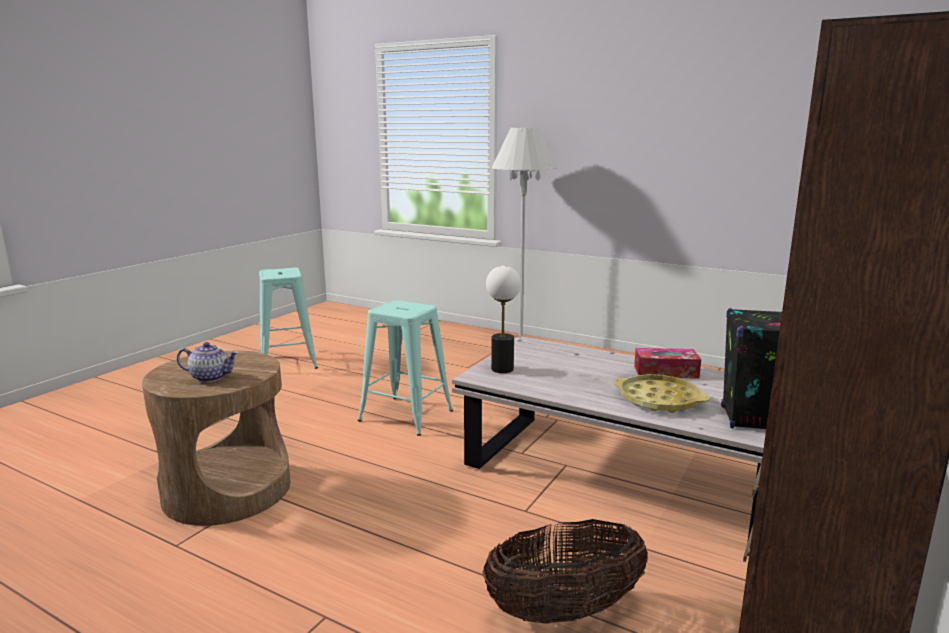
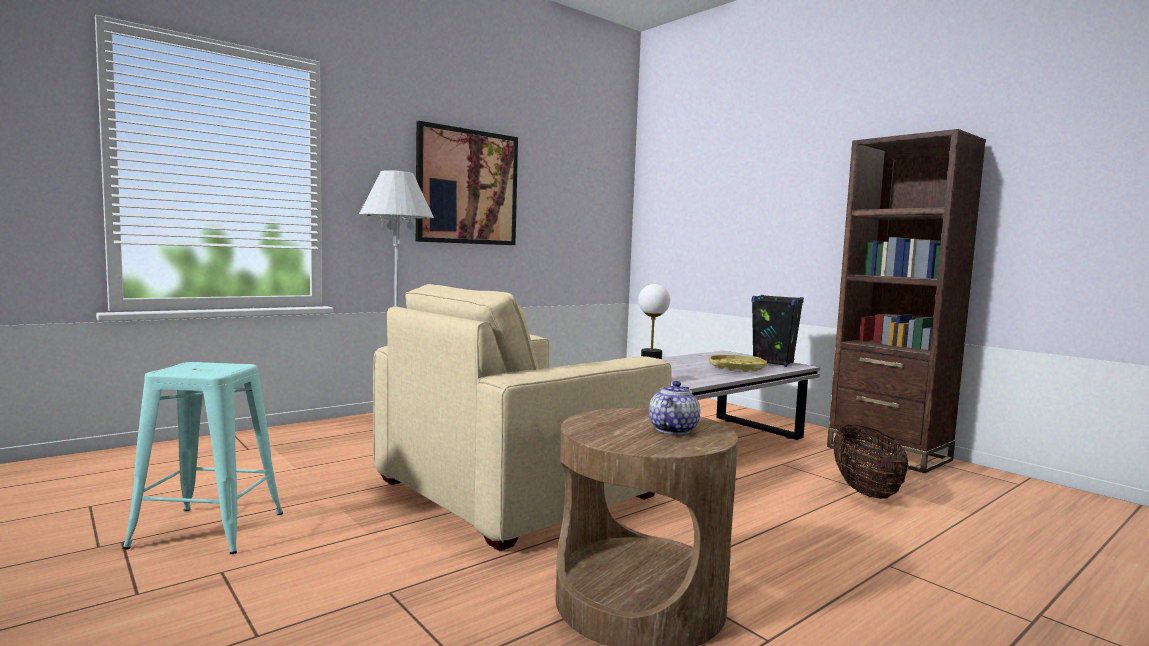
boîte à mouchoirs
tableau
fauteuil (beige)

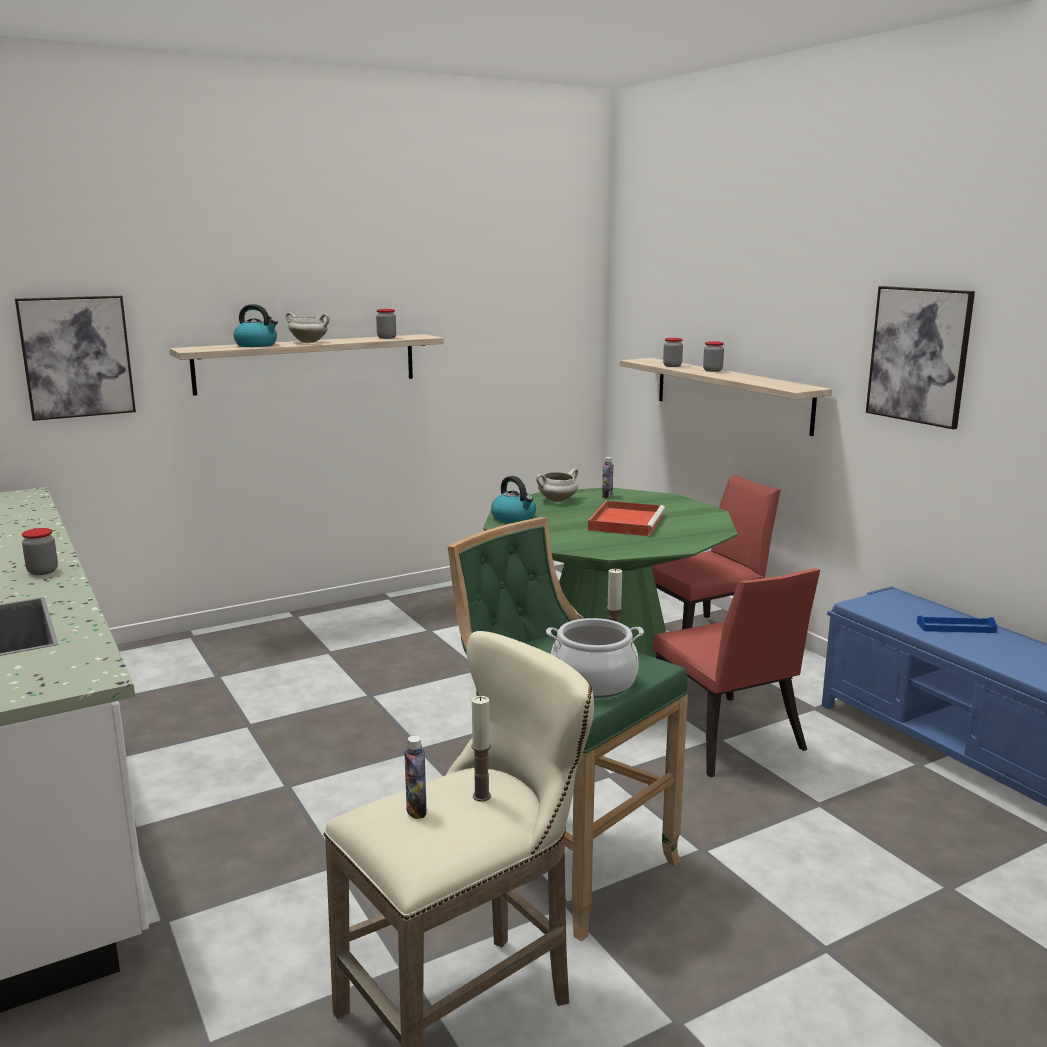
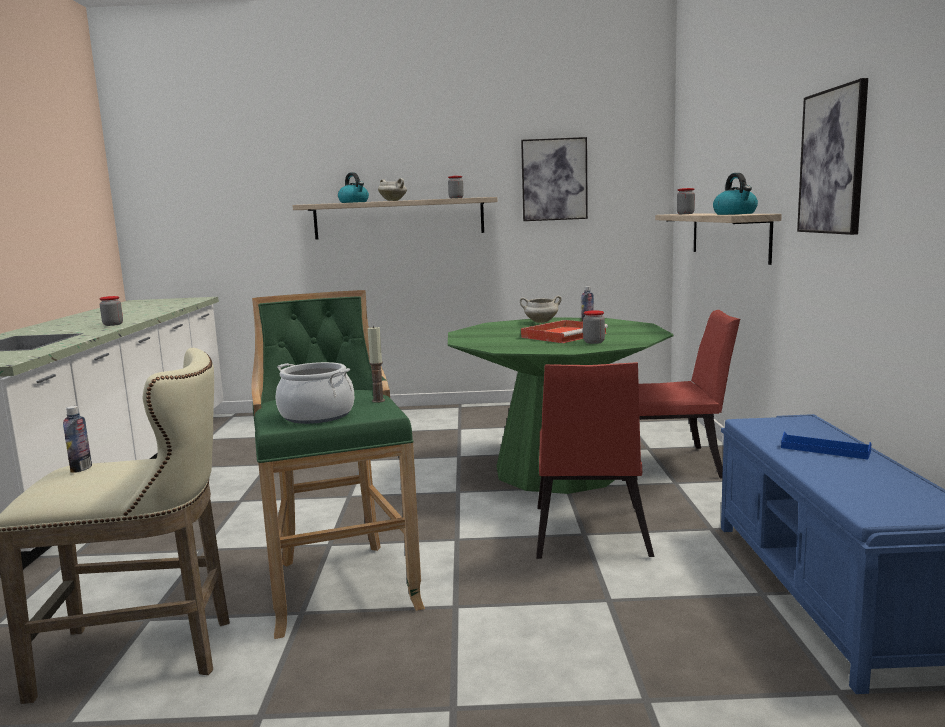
bougie (no. 1 from left in the first image)
tableau (no. 1 from left)
bouilloire (no. 2 from left)
bocal (no. 3 from left)

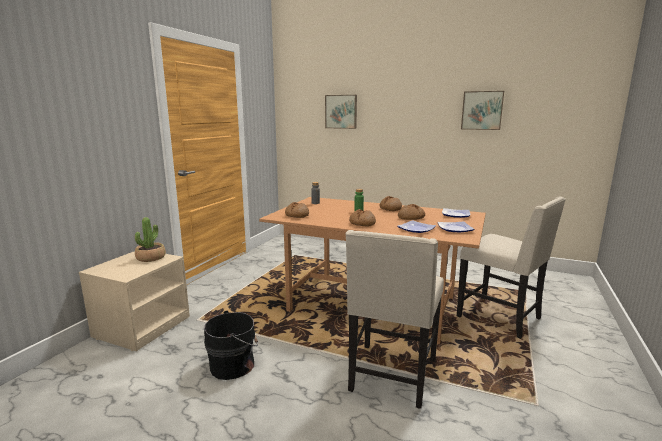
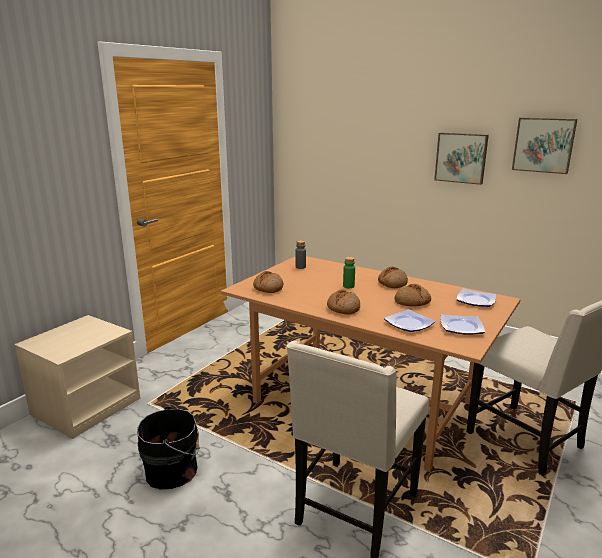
plante en pot
tableau (no. 1 from left)

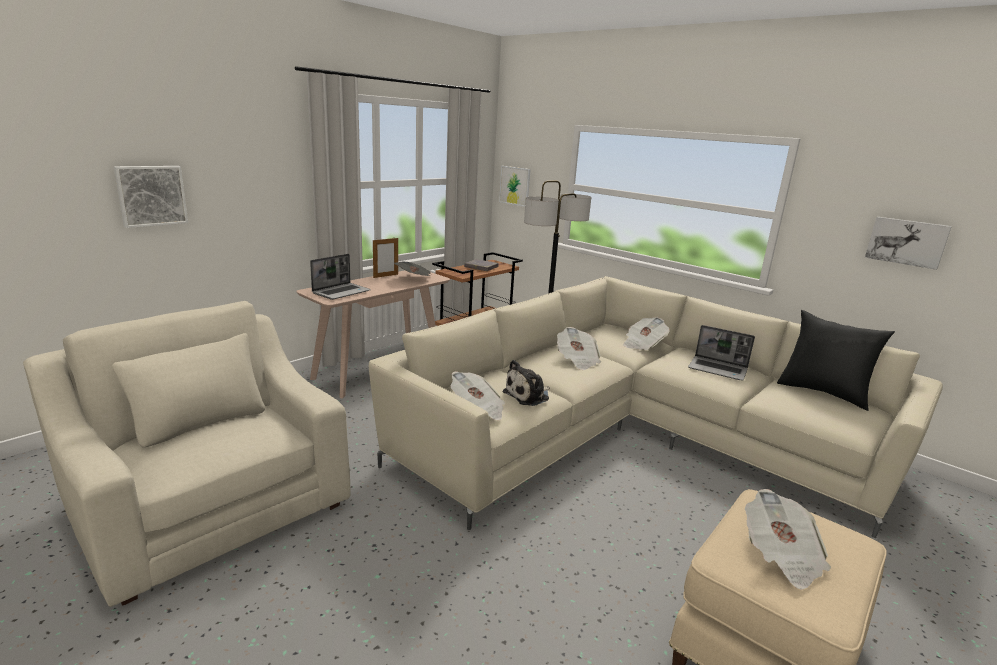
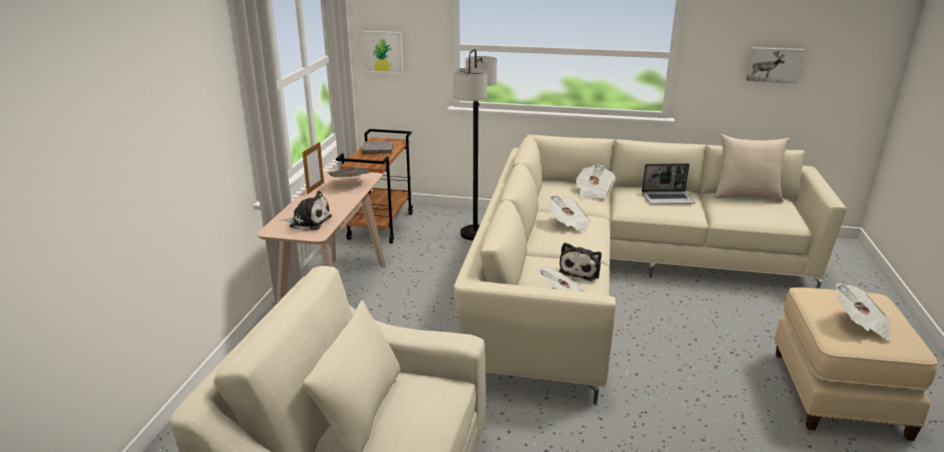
tableau (no. 1 from left in the first image)
peluche (no. 1 from left)
coussin (beige)

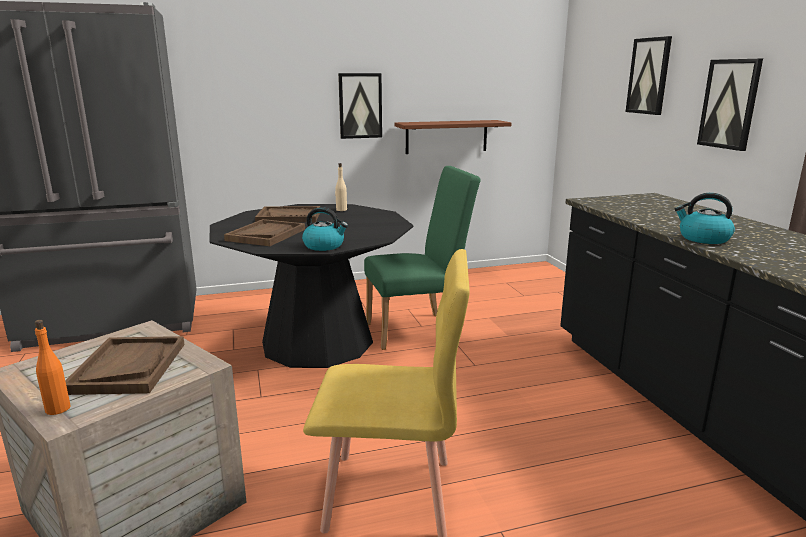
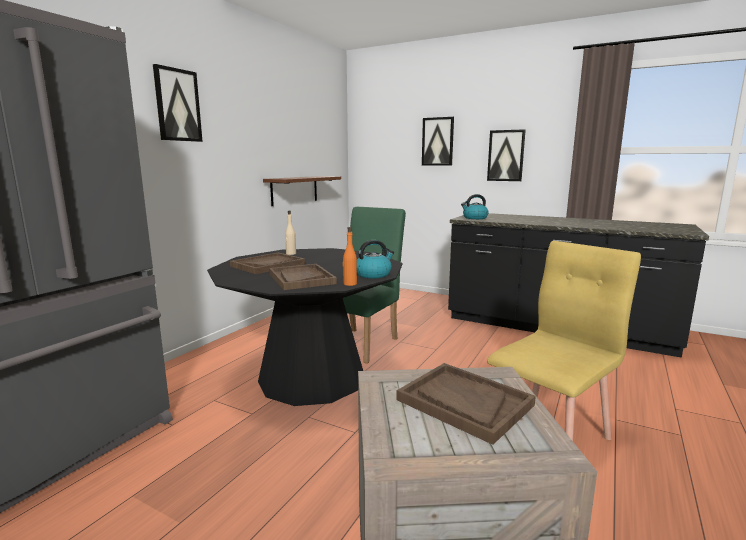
bouteille (orange)
tableau (no. 1 from left)
bouilloire (no. 2 from left)

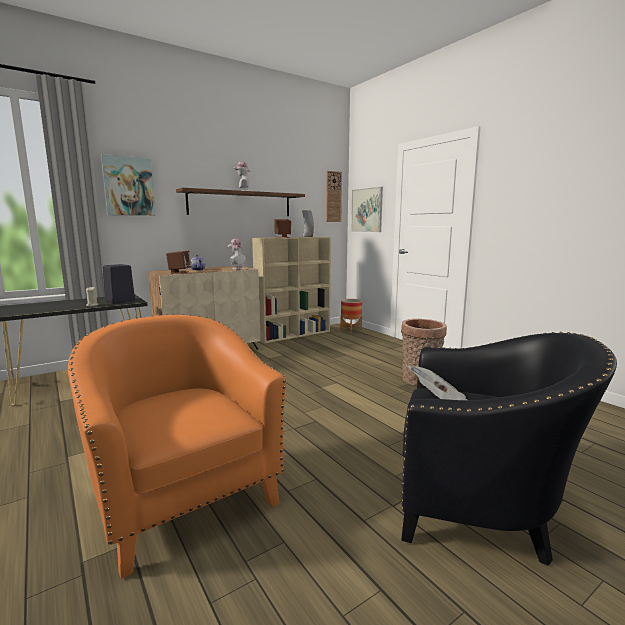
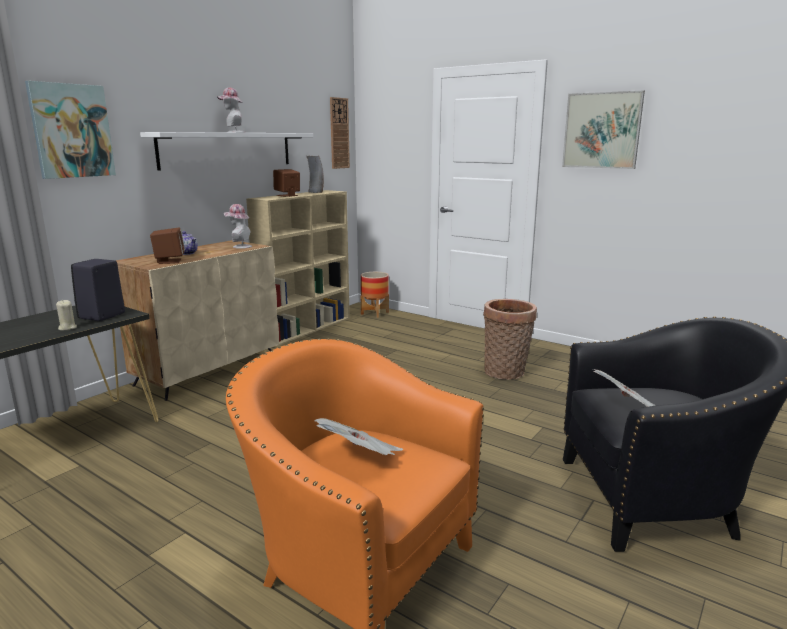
journal (no. 1 from left)
tableau (no. 2 from left)
étagère (blanc)

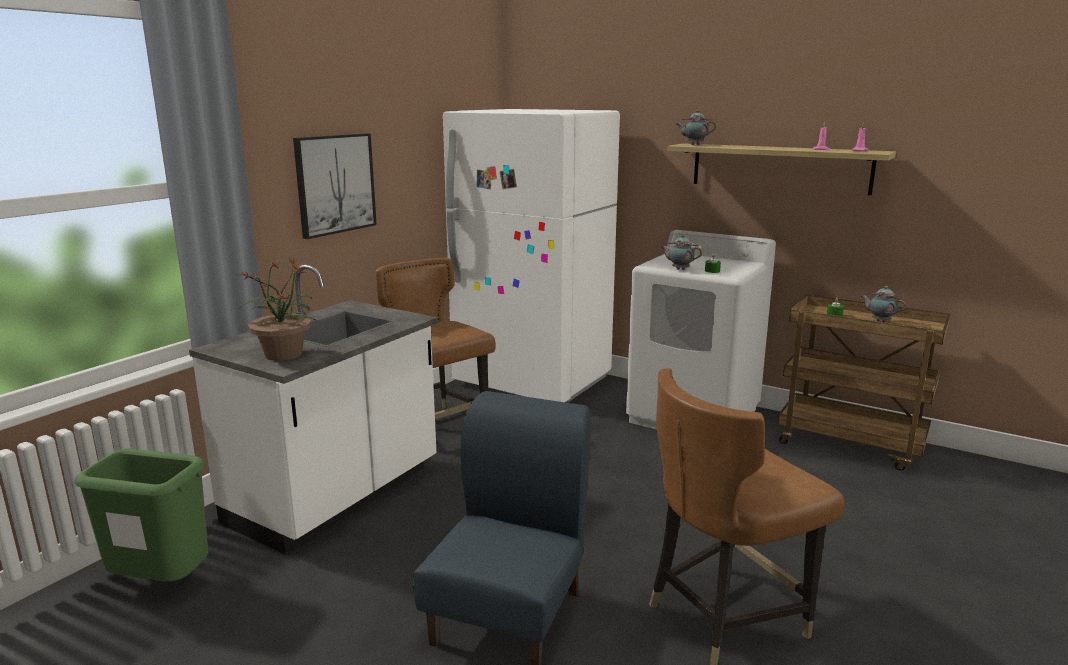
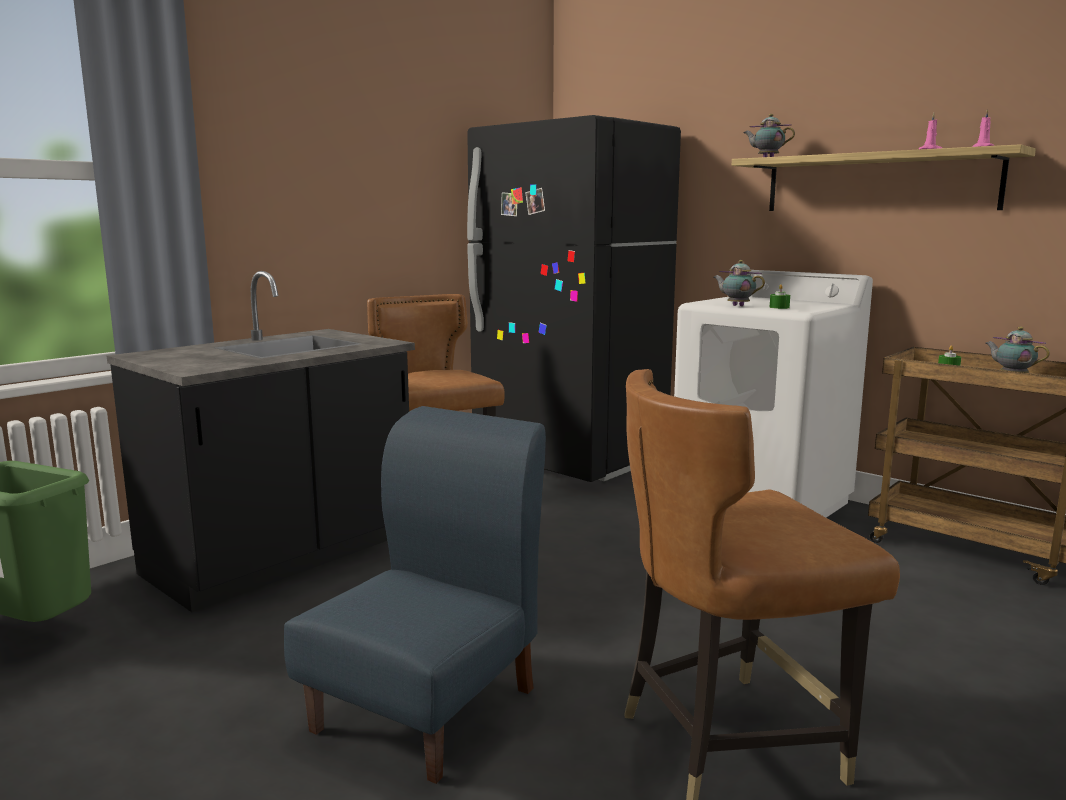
plante en pot
tableau
comptoir de cuisine (noir)
réfrigérateur (noir)

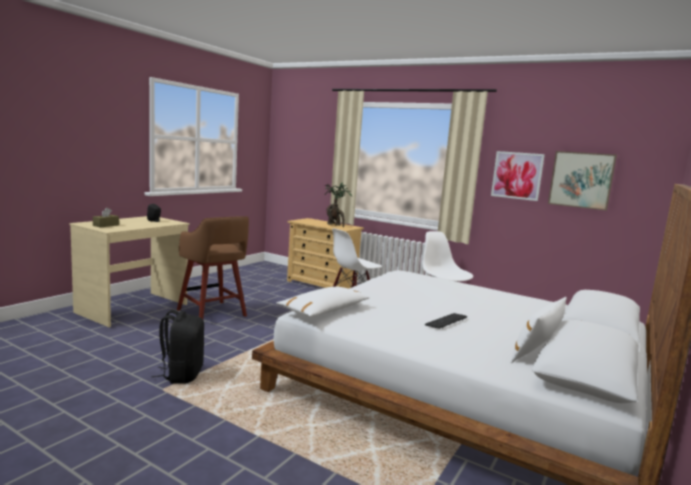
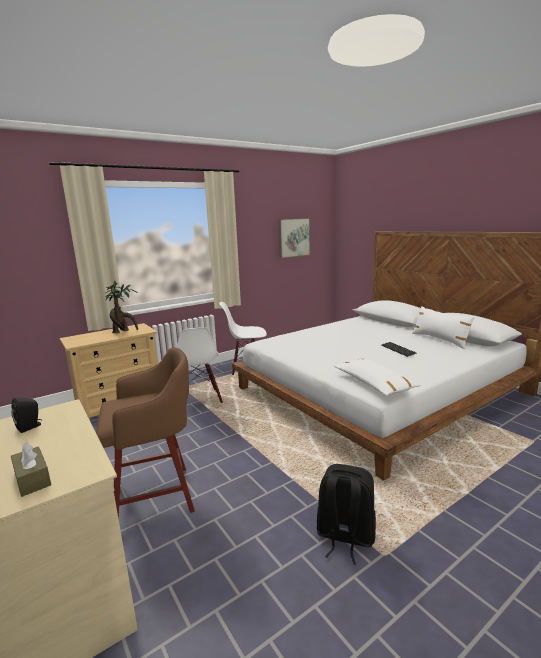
tableau (no. 1 from left in the first image)

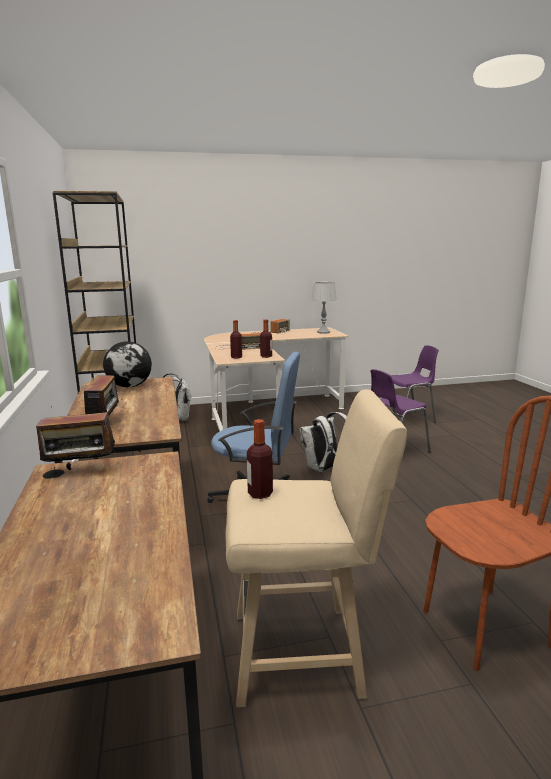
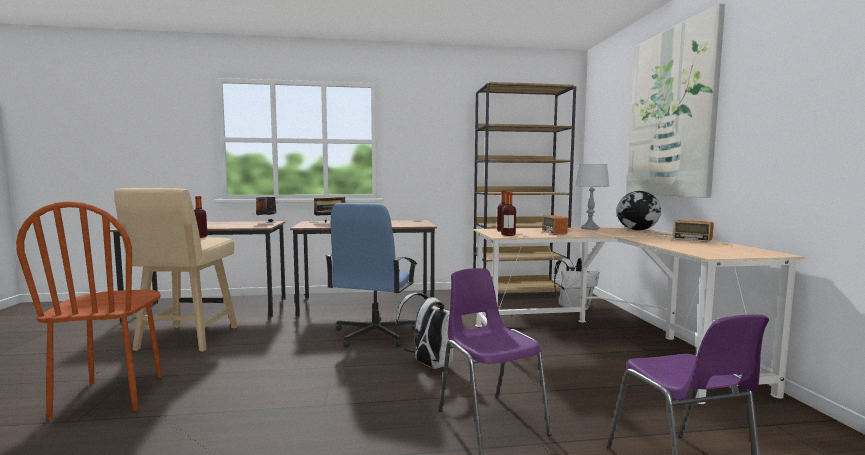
tableau
globe
lampe de table (gris)

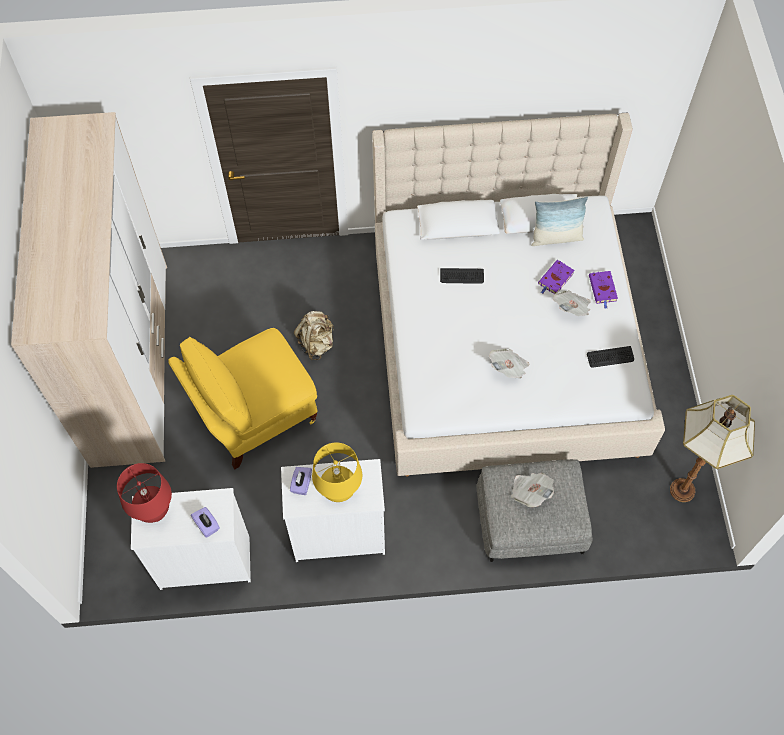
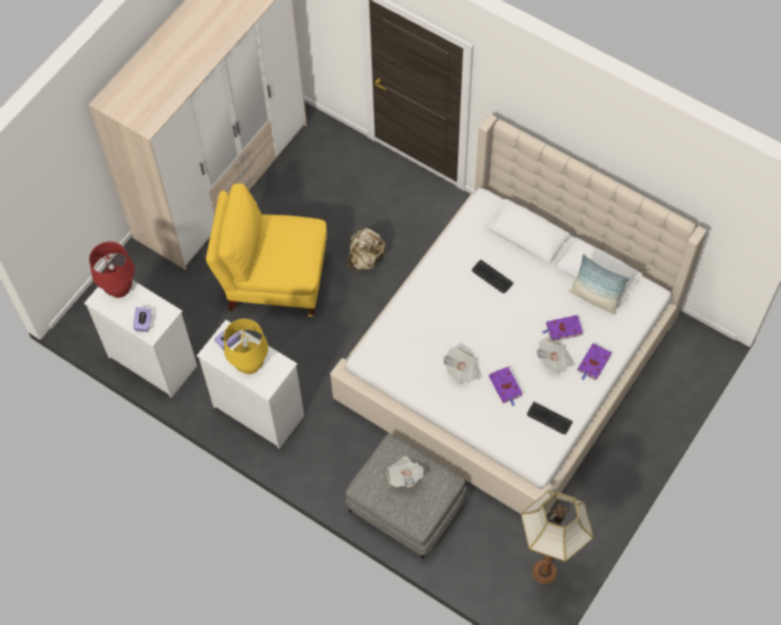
livre (violet) (no. 1 from left)

